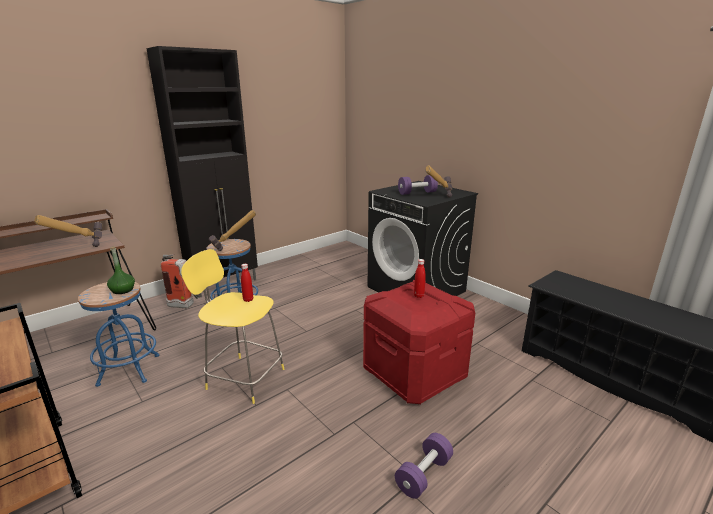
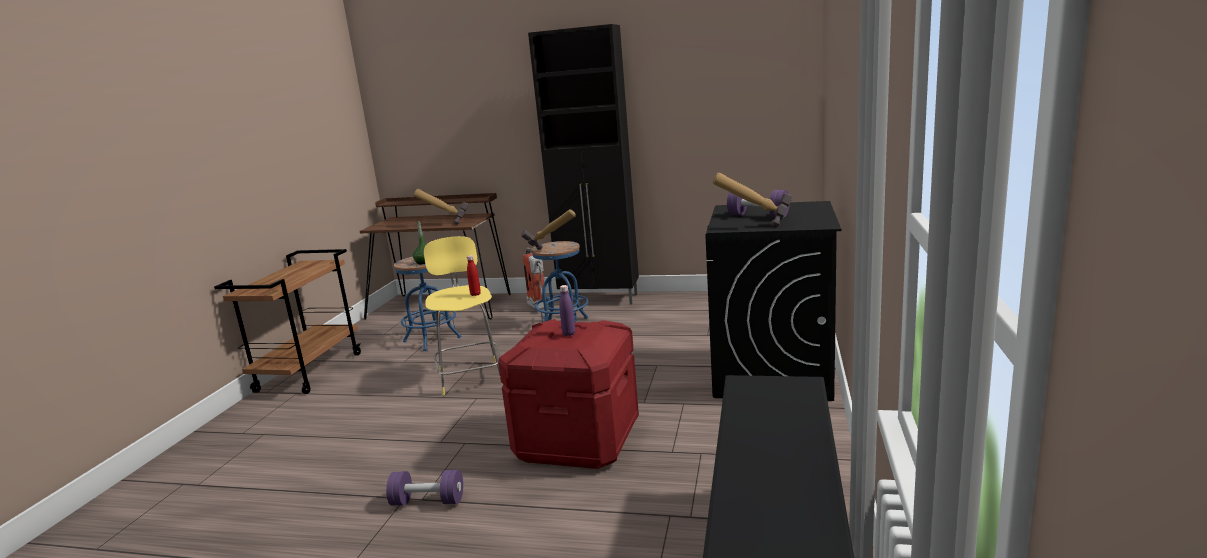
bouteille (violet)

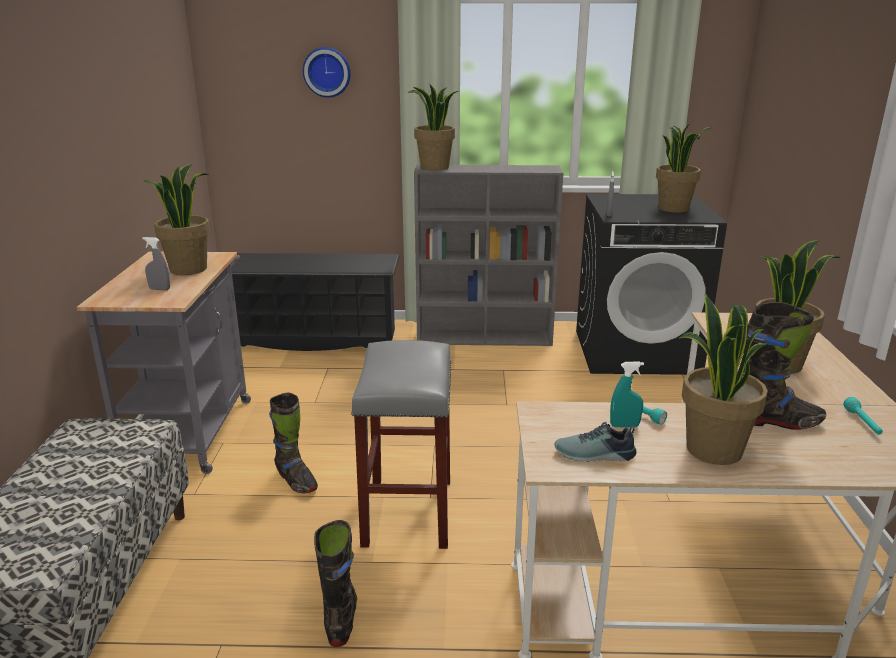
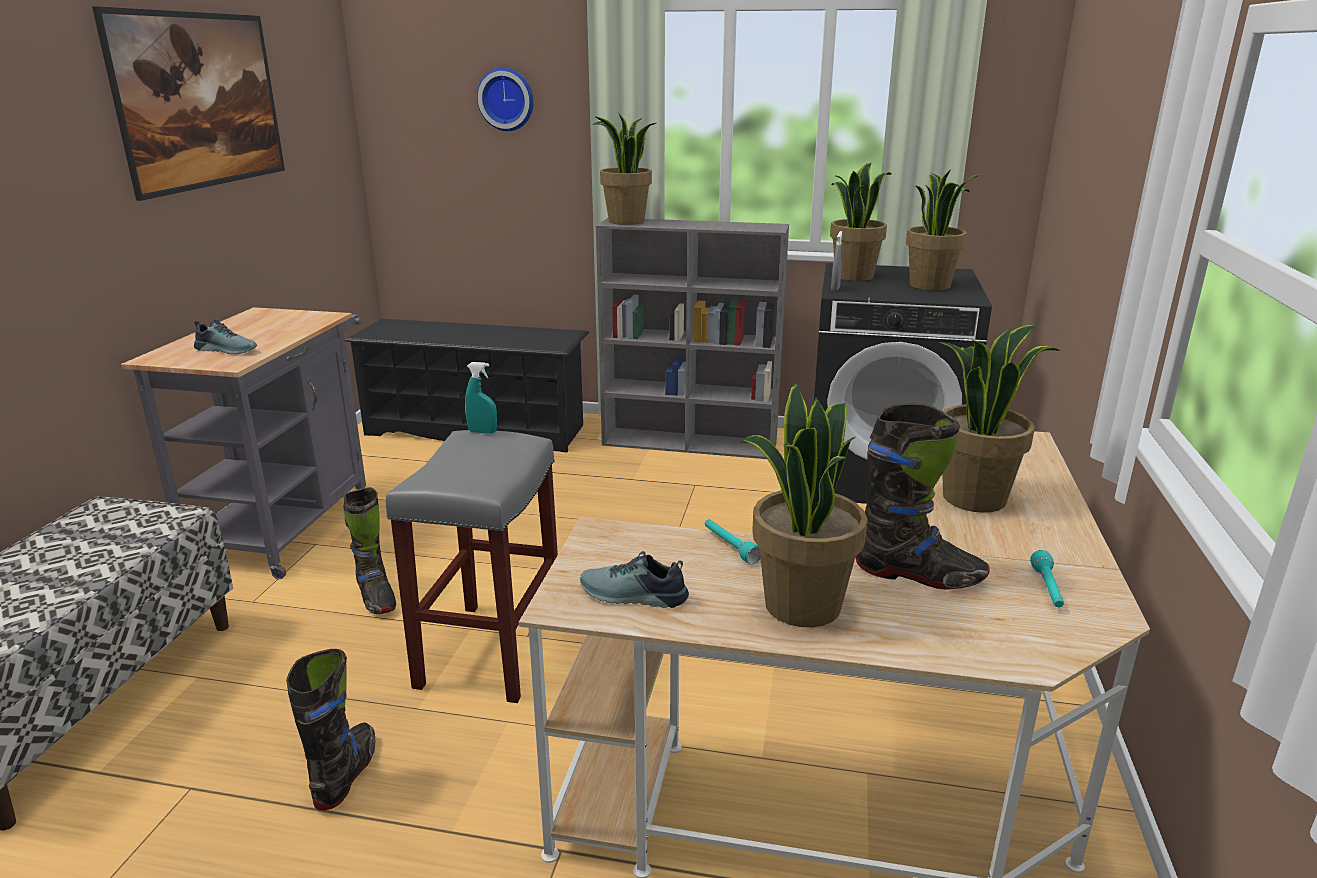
tableau
plante en pot (no. 3 from left)
vaporisateur (turquoise)
chaussure (no. 1 from left)

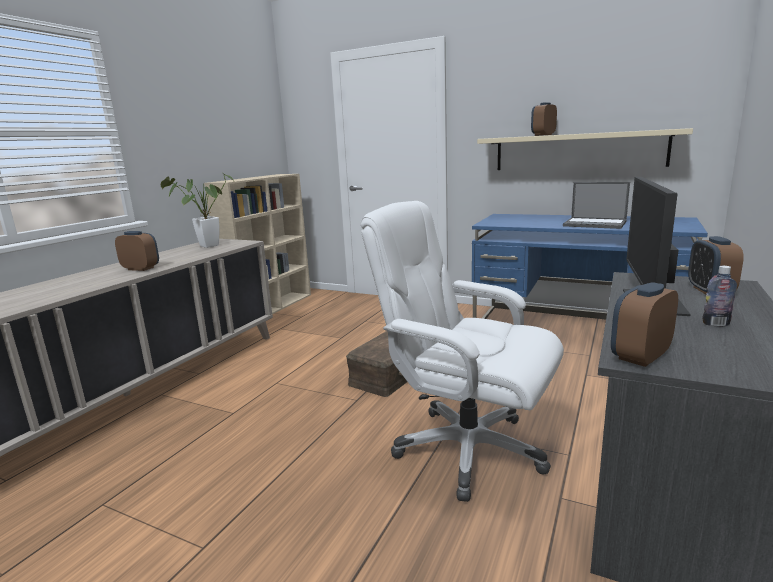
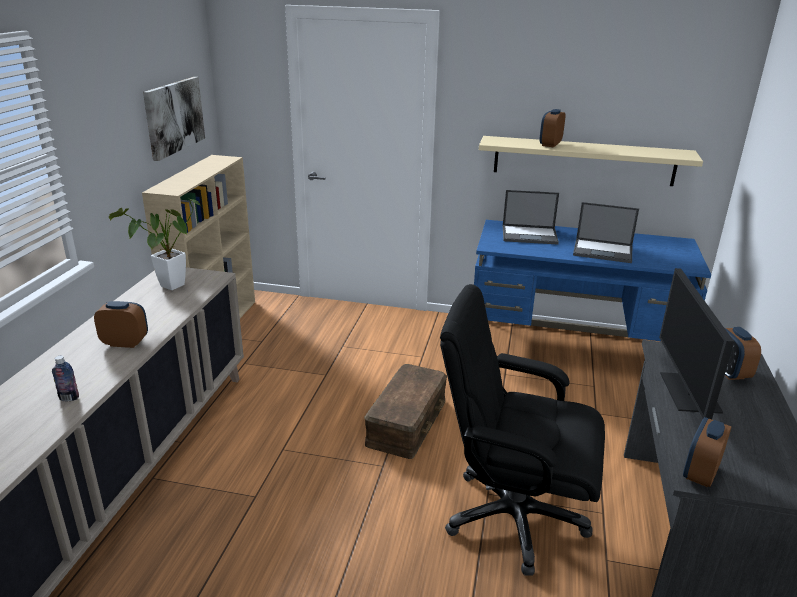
tableau
ordinateur portable (no. 1 from left)
bouteille
chaise de bureau (noir)

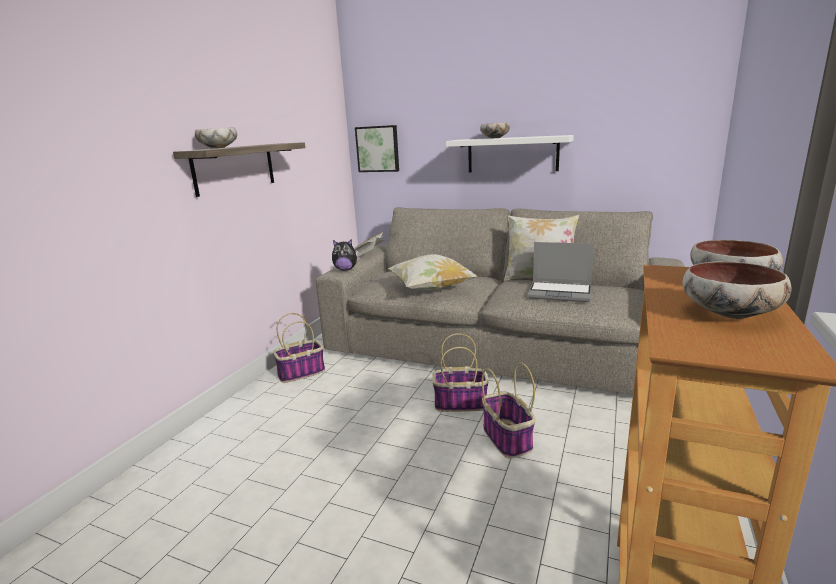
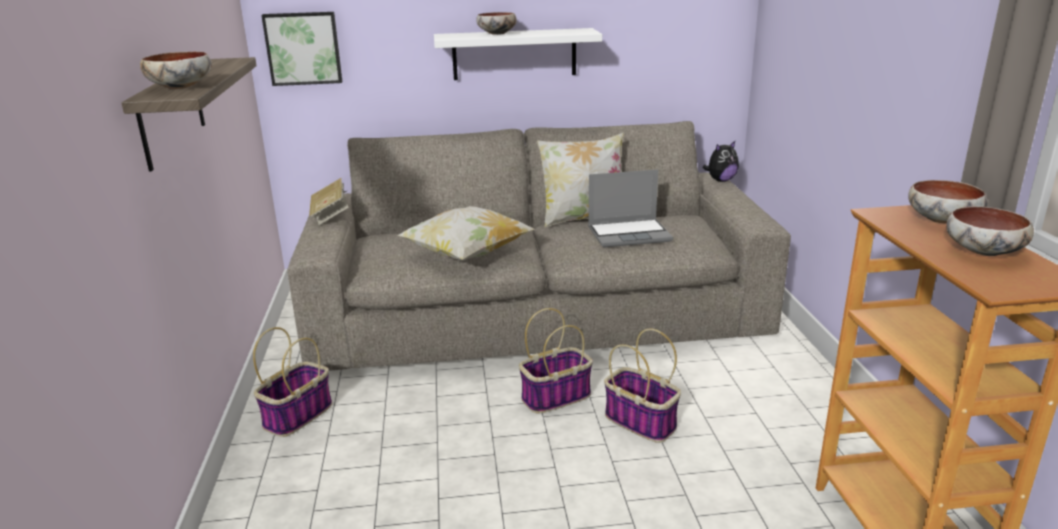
peluche

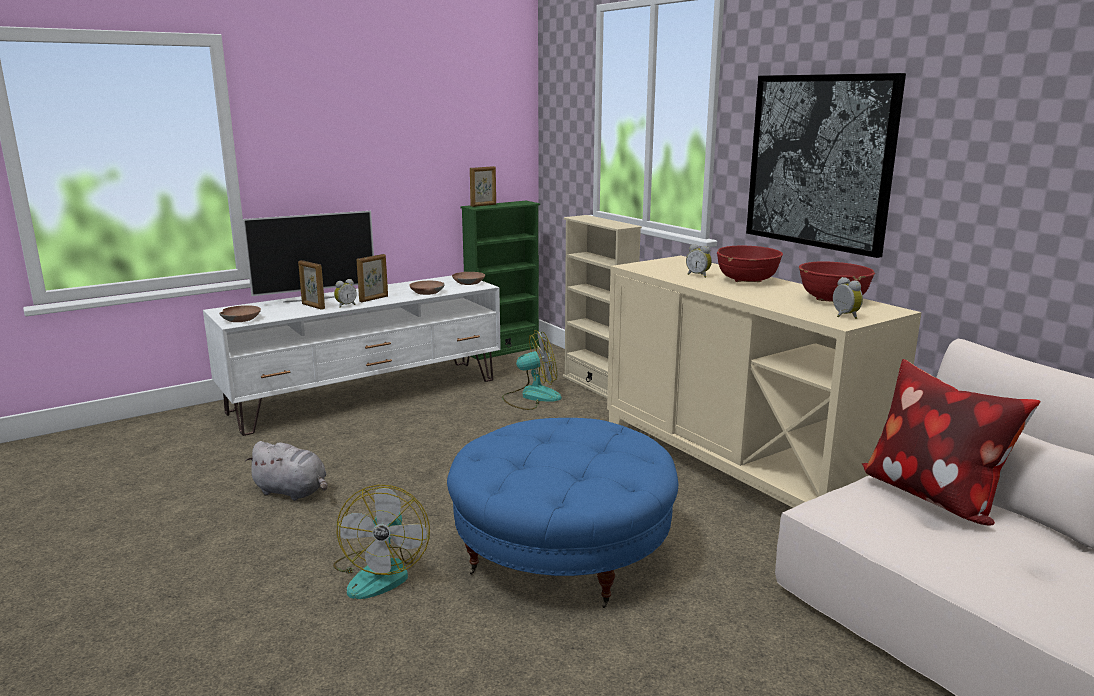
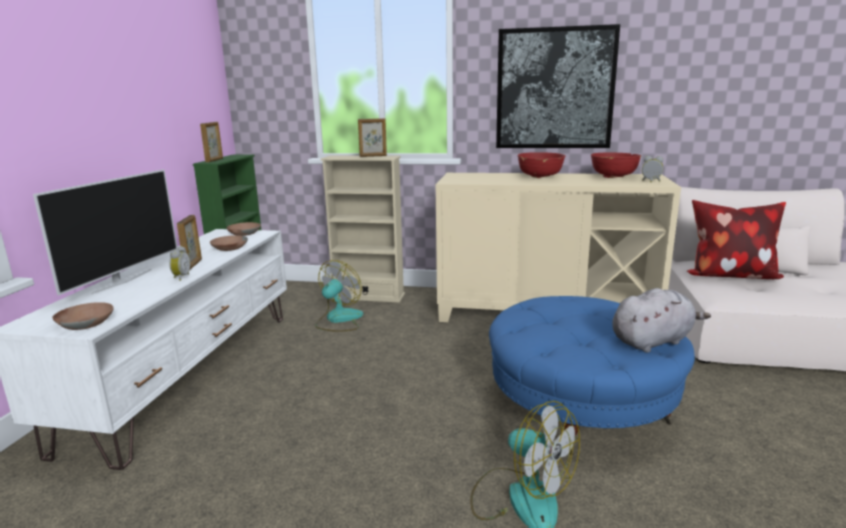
réveil (no. 2 from left in the first image)
peluche (gris)
cadre photo (no. 3 from left)

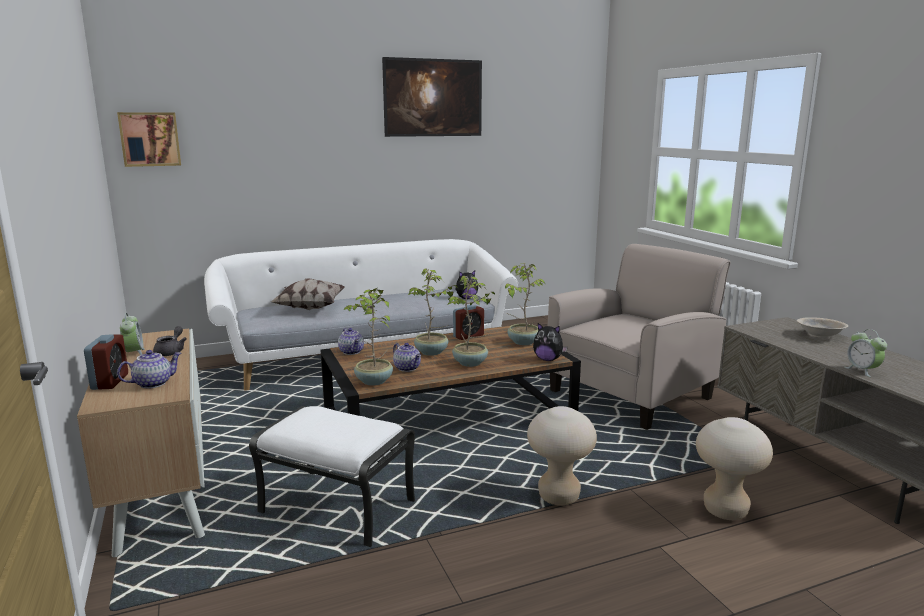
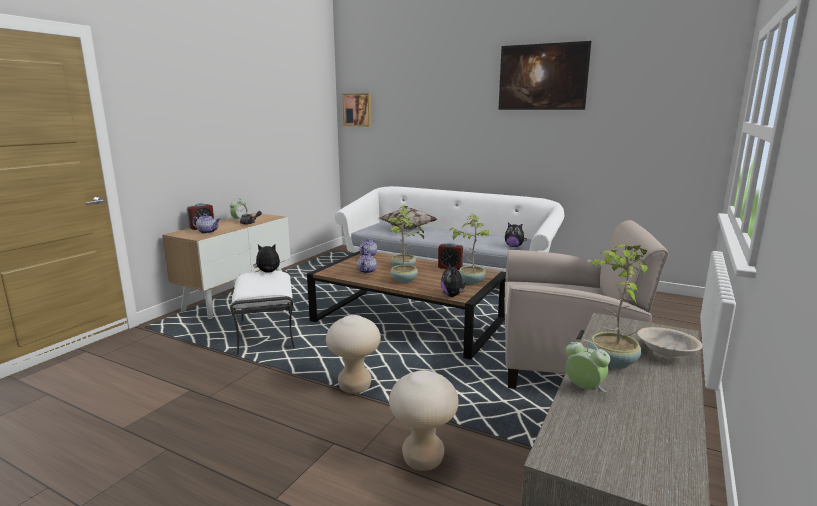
peluche (no. 1 from left)
plante en pot (no. 4 from left)
réveil (no. 4 from left)

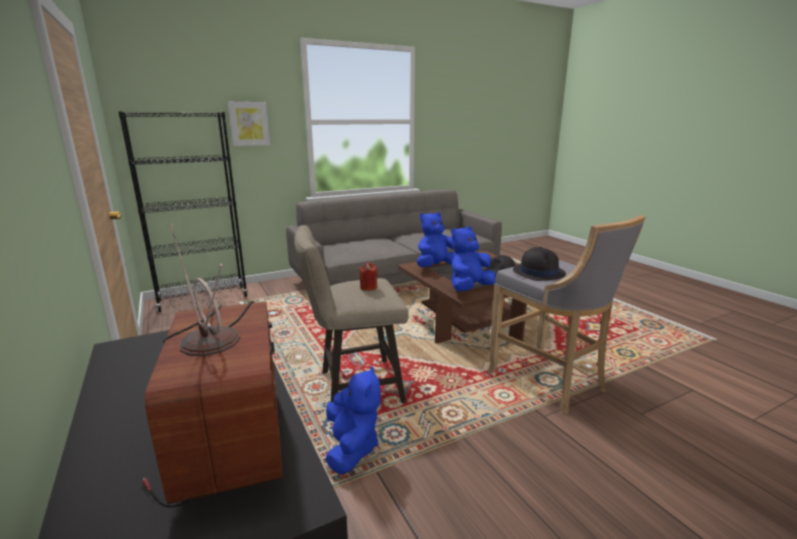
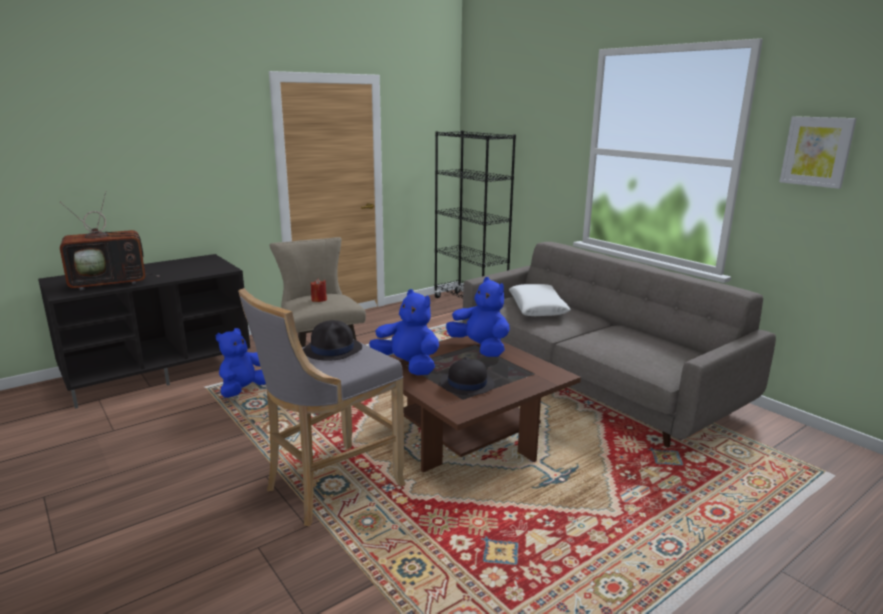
coussin (blanc)
tableau
peluche (bleu) (no. 1 from left)

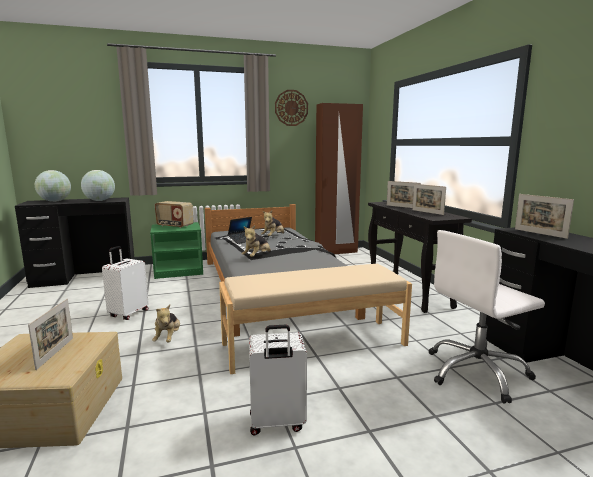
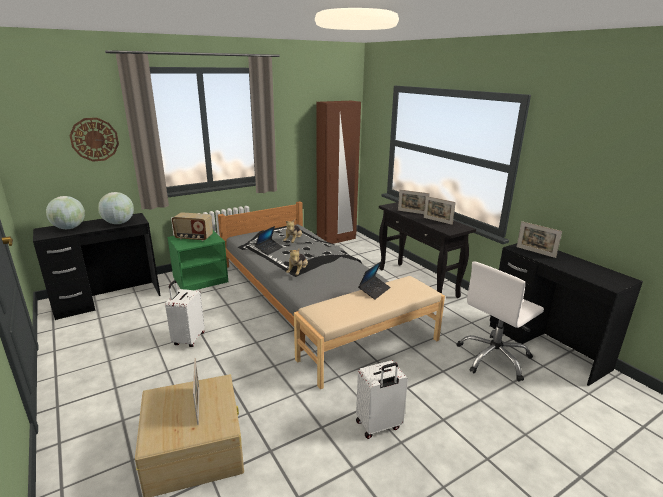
peluche (no. 1 from left in the first image)
ordinateur portable (no. 2 from left)
horloge murale

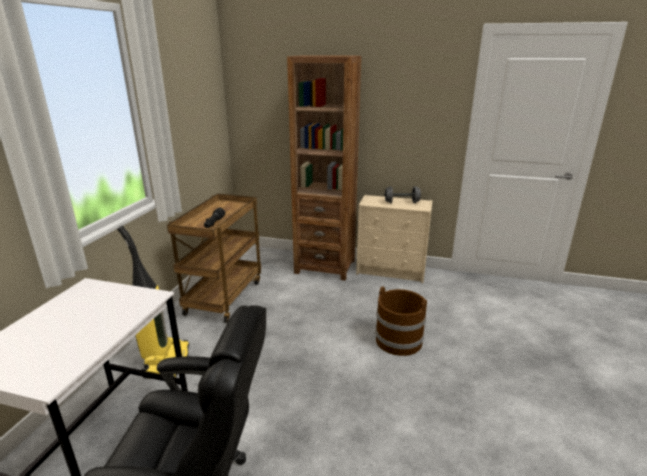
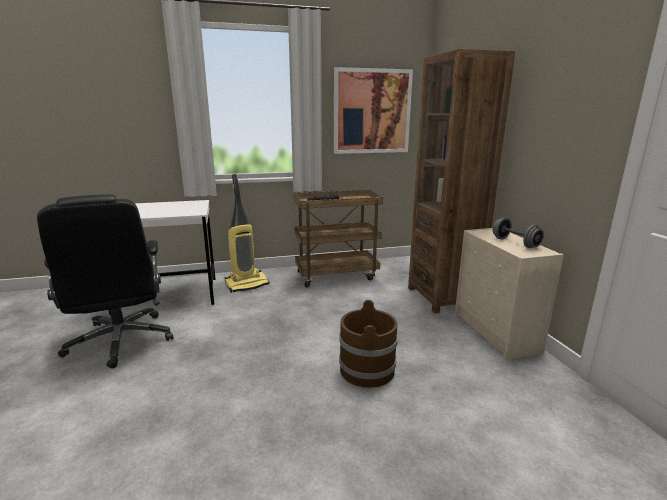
tableau

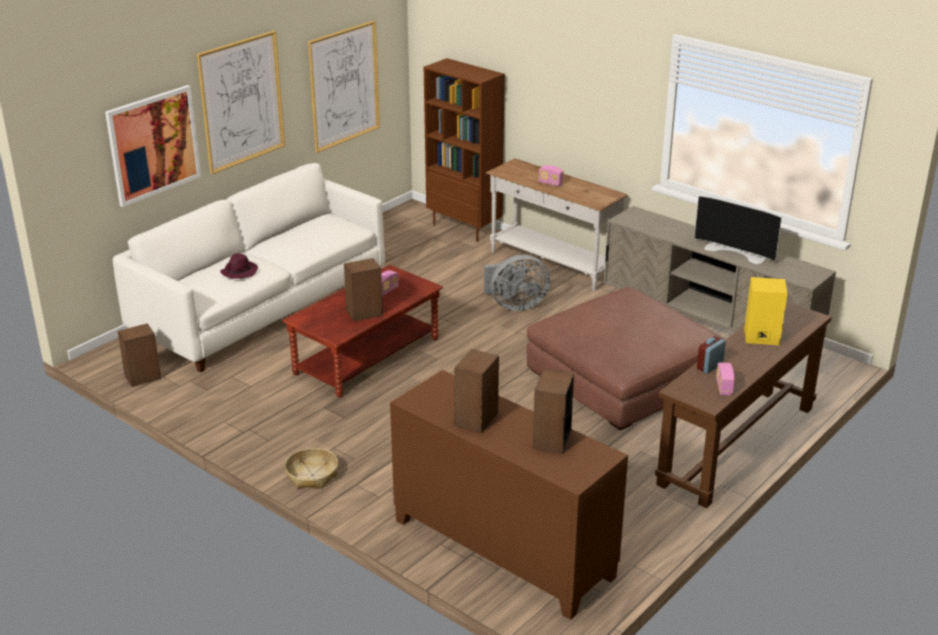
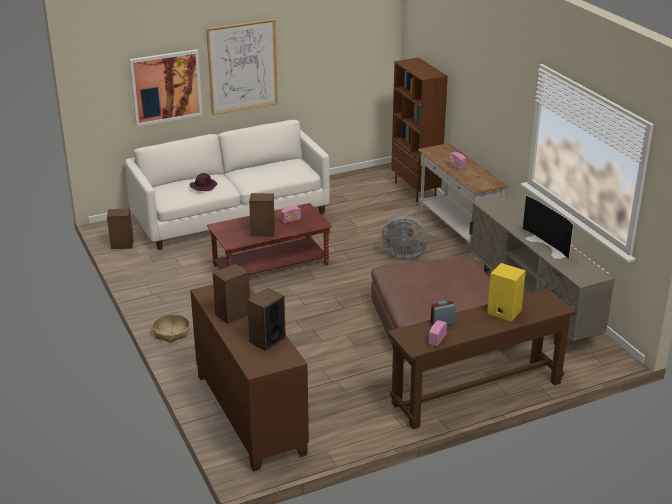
tableau (no. 3 from left in the first image)

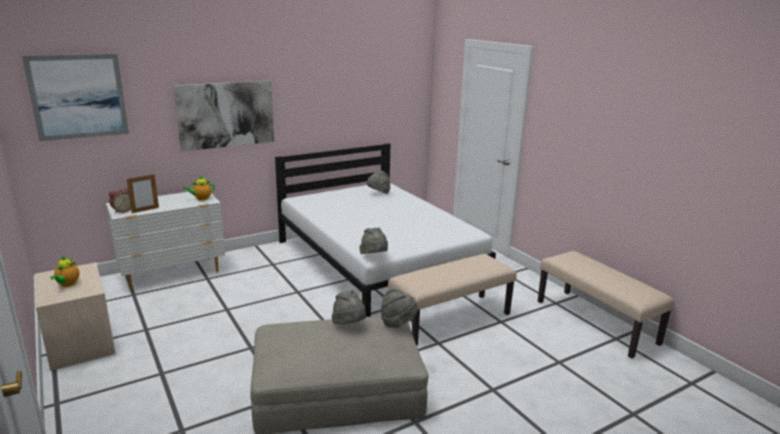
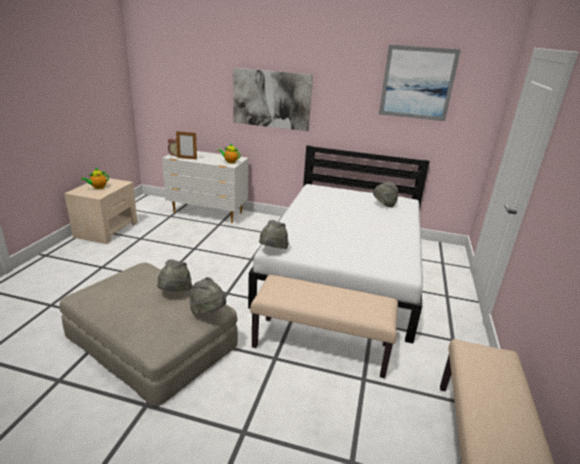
tableau (no. 2 from left)

